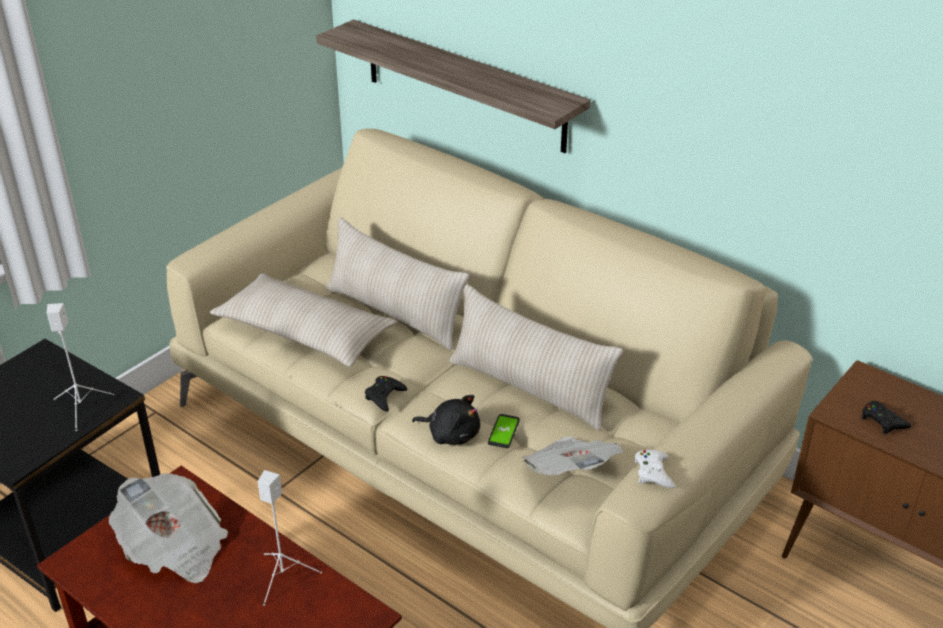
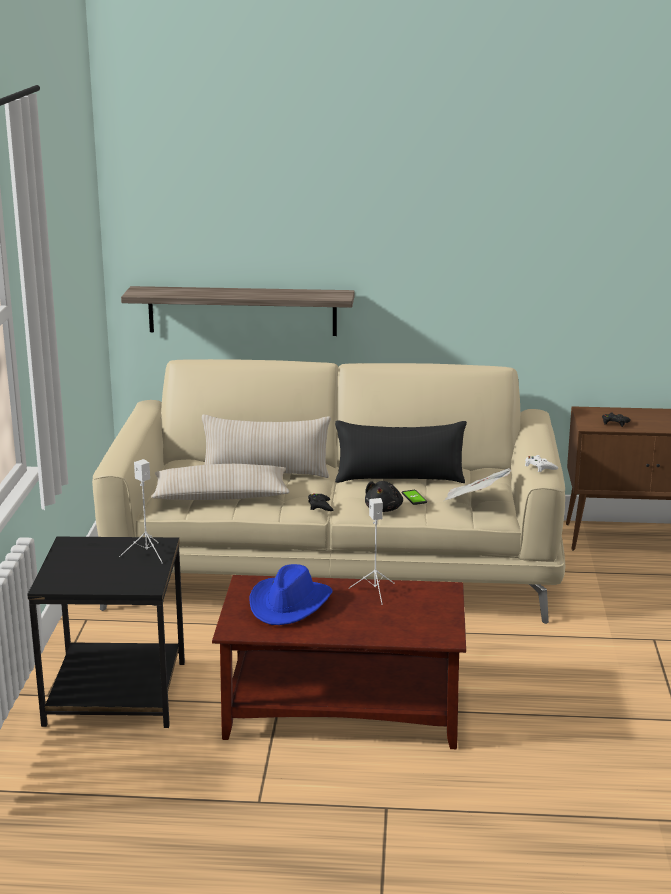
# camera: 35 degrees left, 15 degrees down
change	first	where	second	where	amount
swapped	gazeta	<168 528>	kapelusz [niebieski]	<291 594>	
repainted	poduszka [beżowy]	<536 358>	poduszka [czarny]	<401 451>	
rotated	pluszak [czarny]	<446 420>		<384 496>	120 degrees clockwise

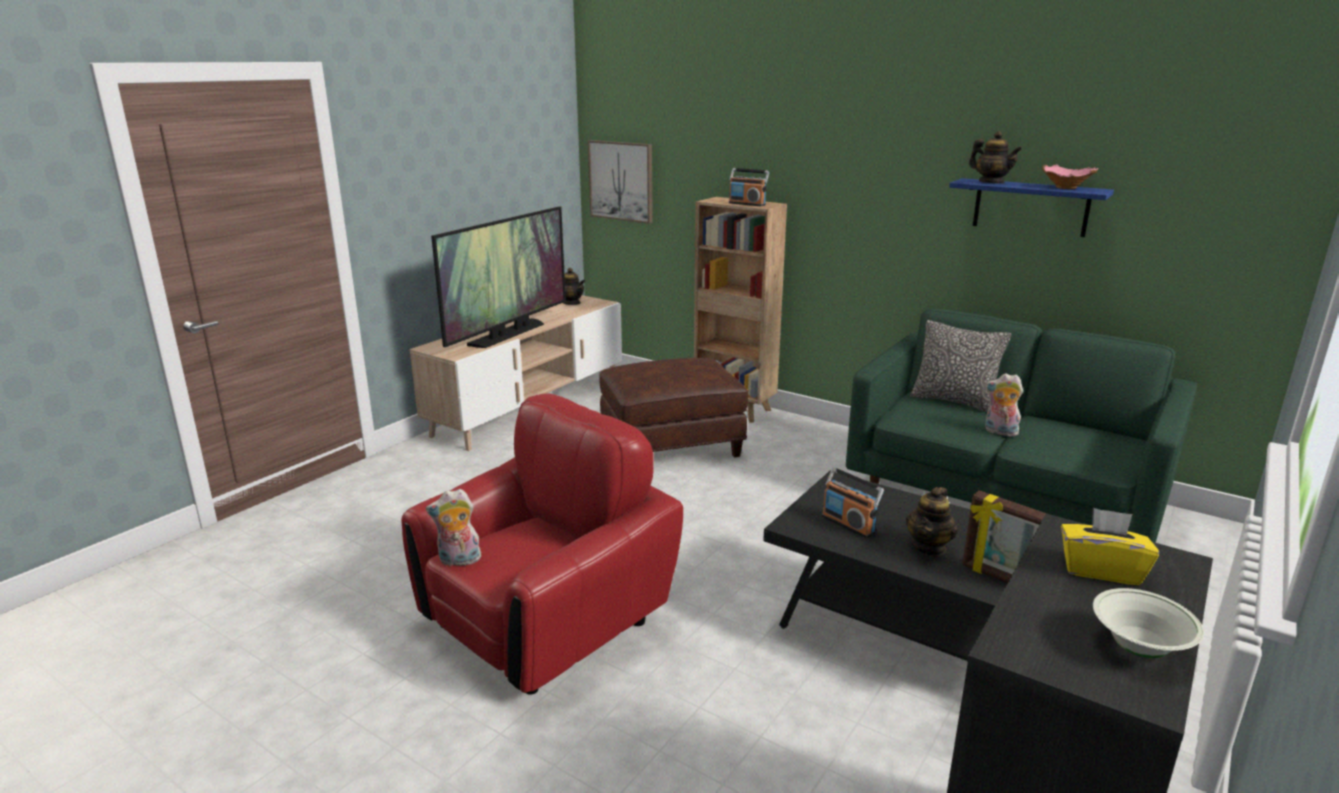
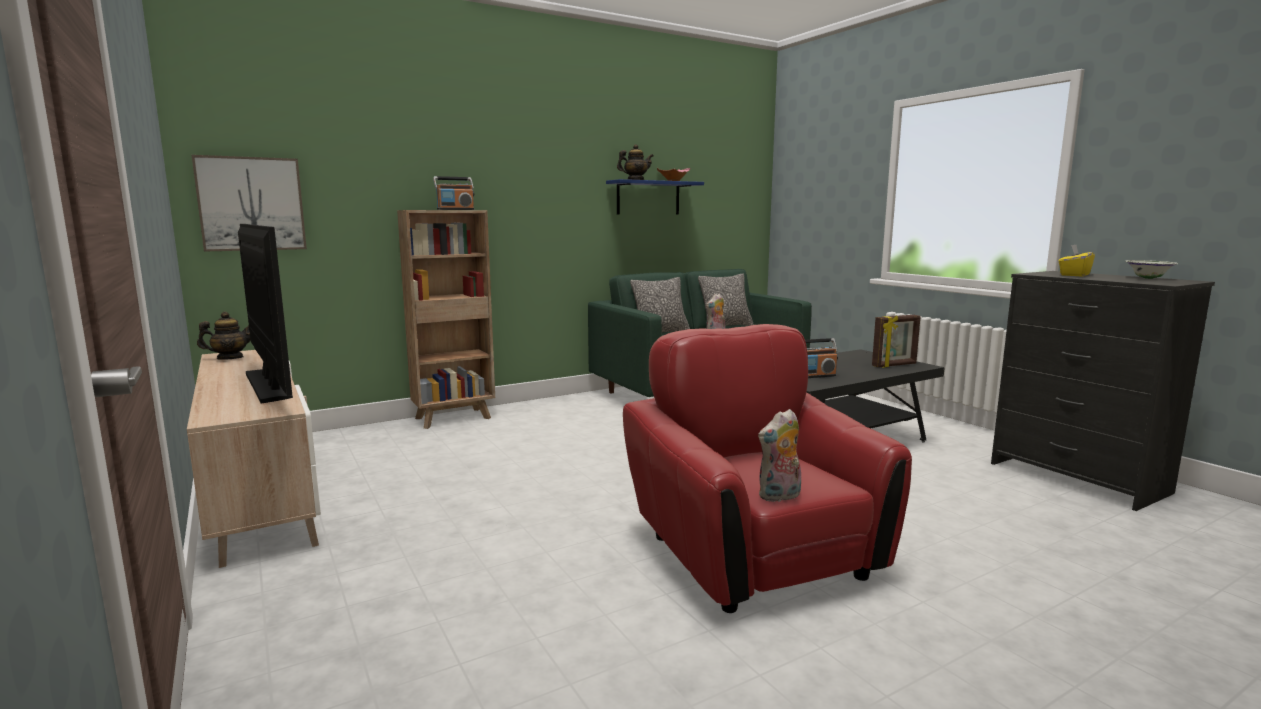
# camera: 65 degrees left, 10 degrees down
change	first	where	second	where	amount
gone	pufa [brązowy]	<673 407>			
gone	imbryk	<932 521>			
new			poduszka	<725 299>	
rotated	pluszak	<453 527>		<779 455>	45 degrees clockwise

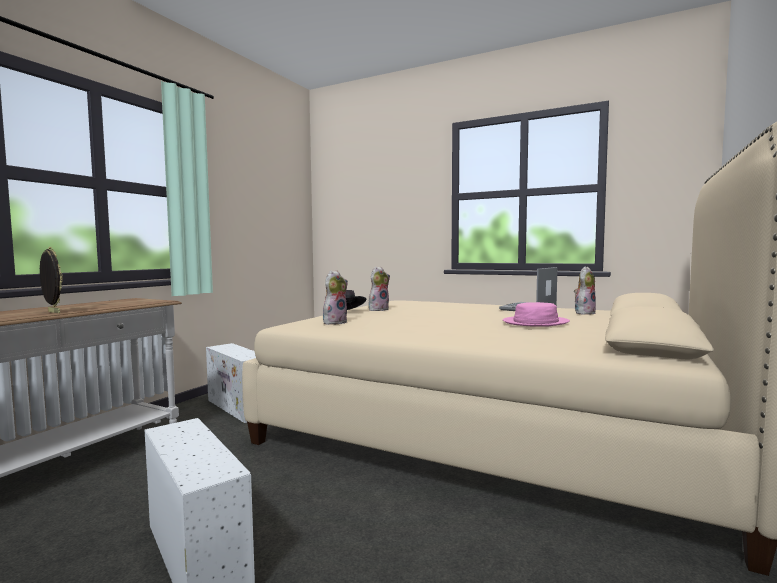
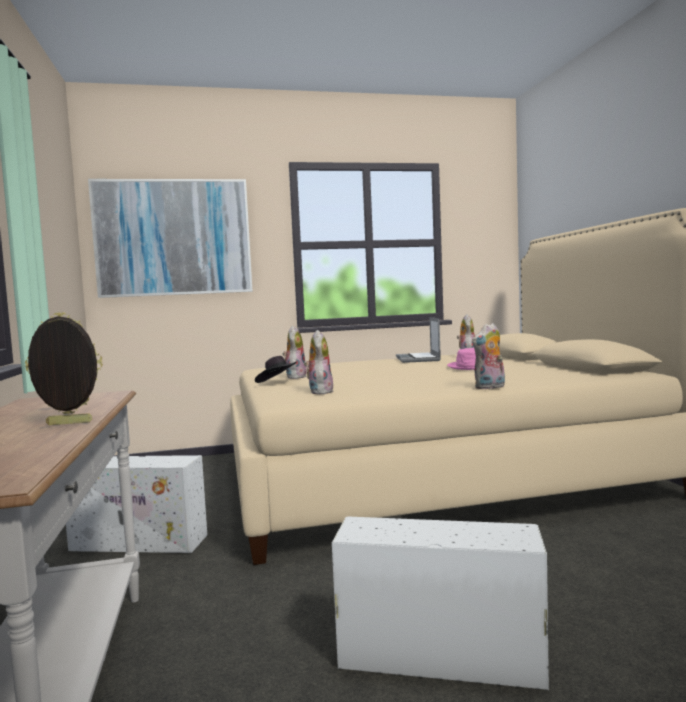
# camera: 40 degrees left, 0 degrees up
change	first	where	second	where	amount
new			obraz	<170 238>	
new			pluszak	<488 356>	

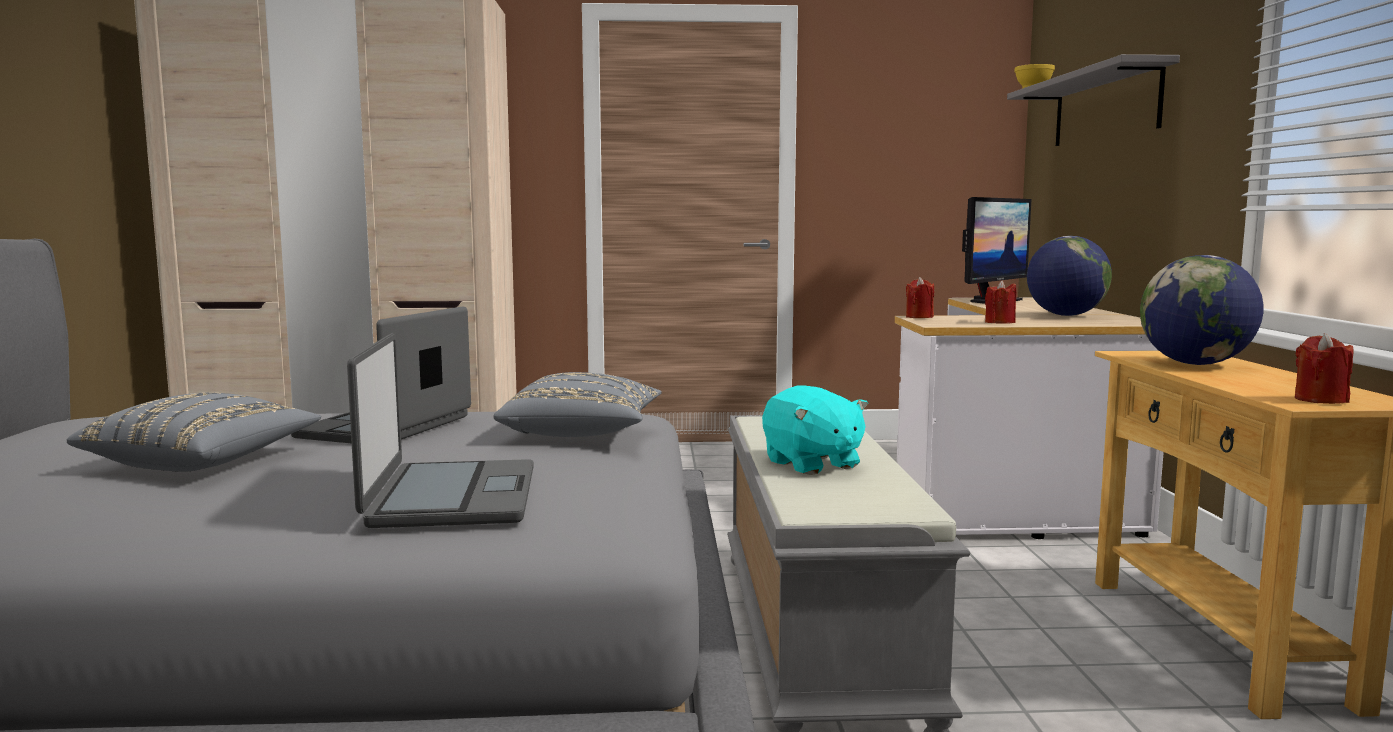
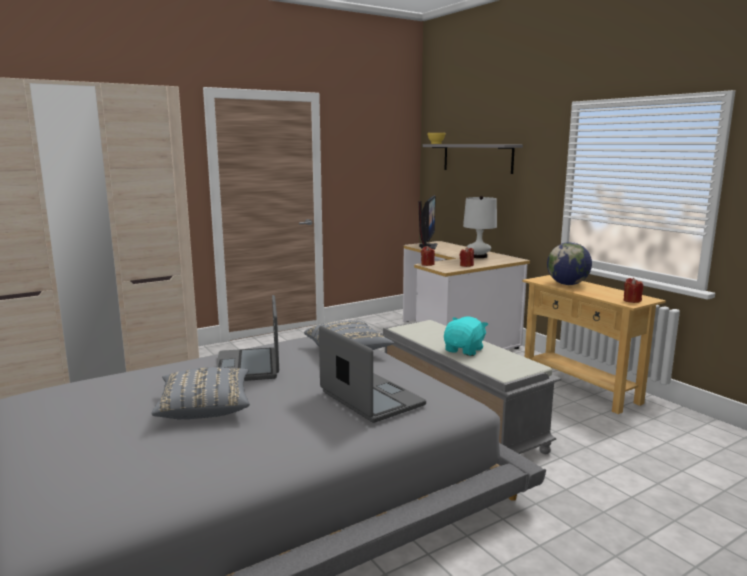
# camera: 30 degrees left, 5 degrees up
change	first	where	second	where	amount
swapped	globus	<1069 276>	lampa stołowa [biały]	<480 227>	
rotated	pluszak [turkusowy]	<815 430>		<466 336>	90 degrees counterclockwise

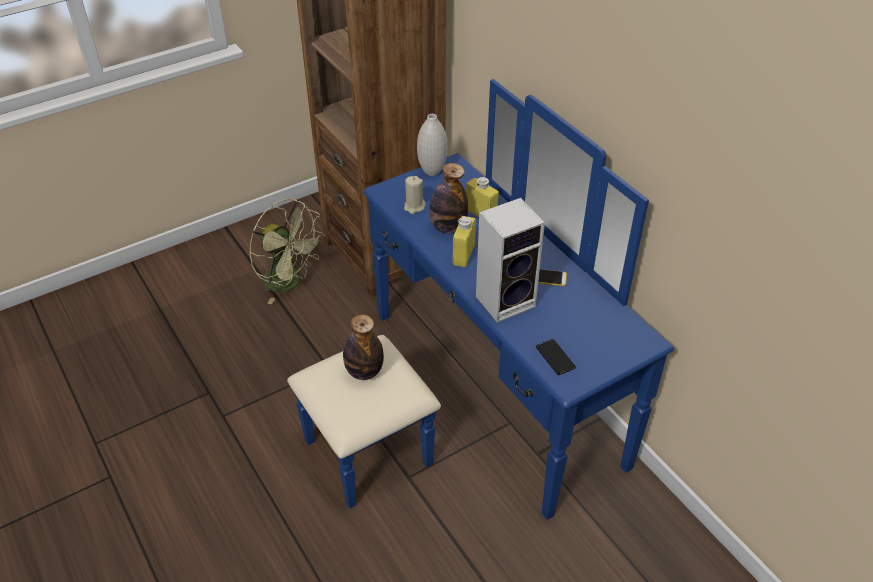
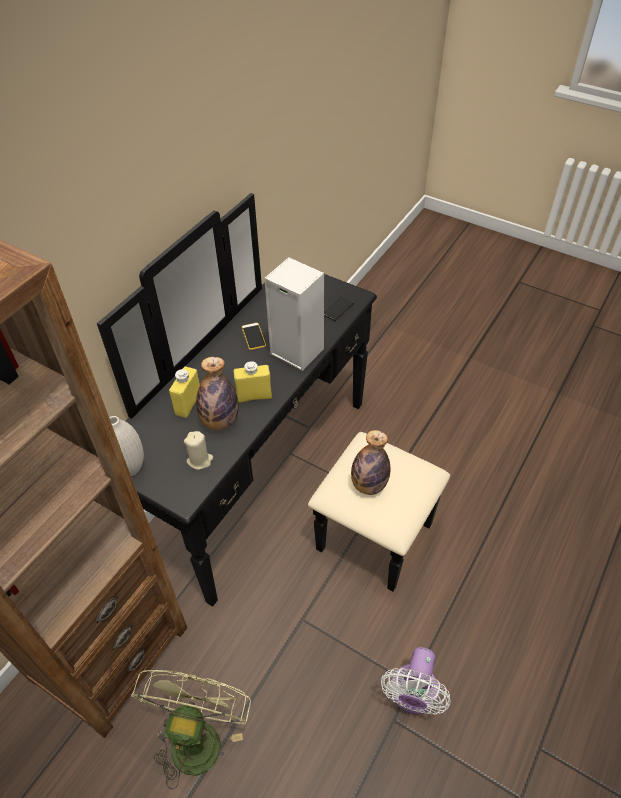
# camera: 115 degrees left, 5 degrees up
change	first	where	second	where	amount
new			wentylator [biały]	<416 680>	
repainted	komoda [niebieski]	<480 299>	komoda [czarny]	<273 400>	

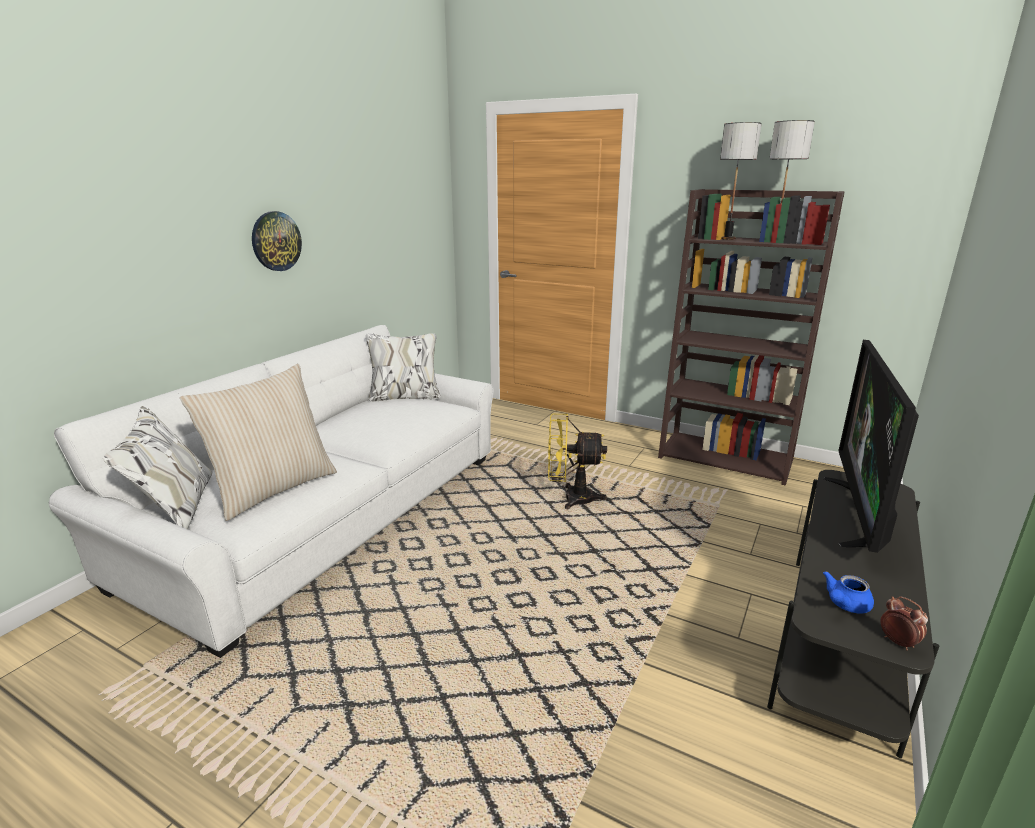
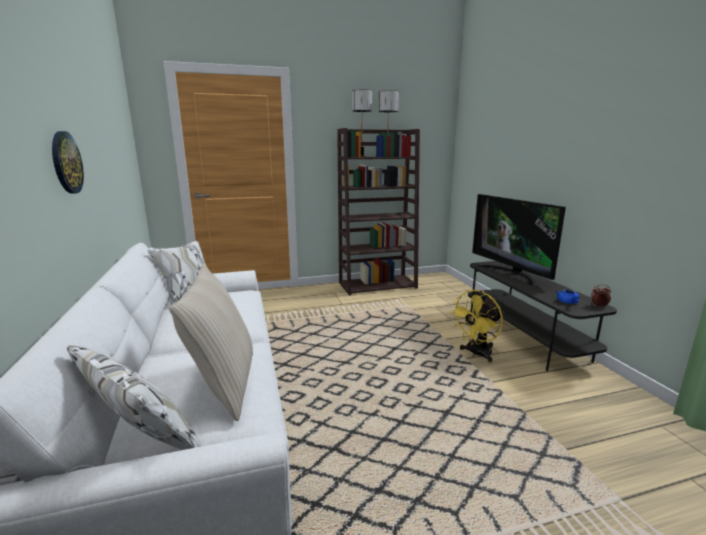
# camera: 45 degrees left, 5 degrees down
change	first	where	second	where	amount
shifted	wentylator [żółty]	<577 461>		<476 326>	

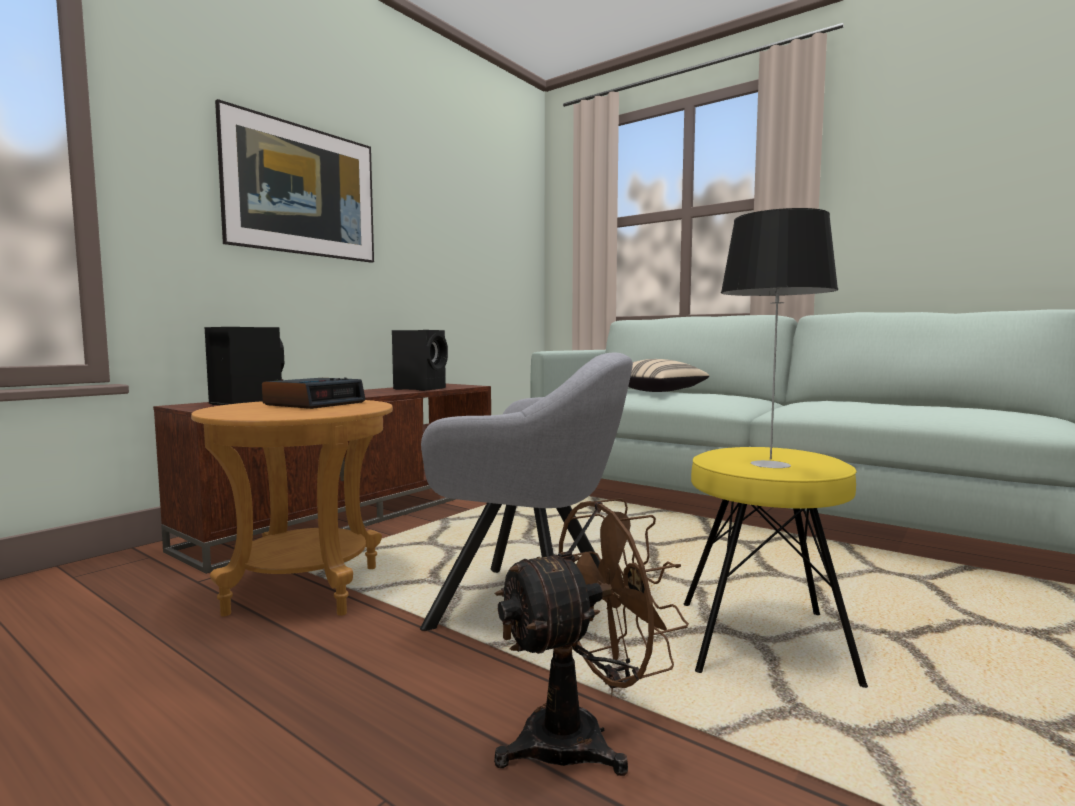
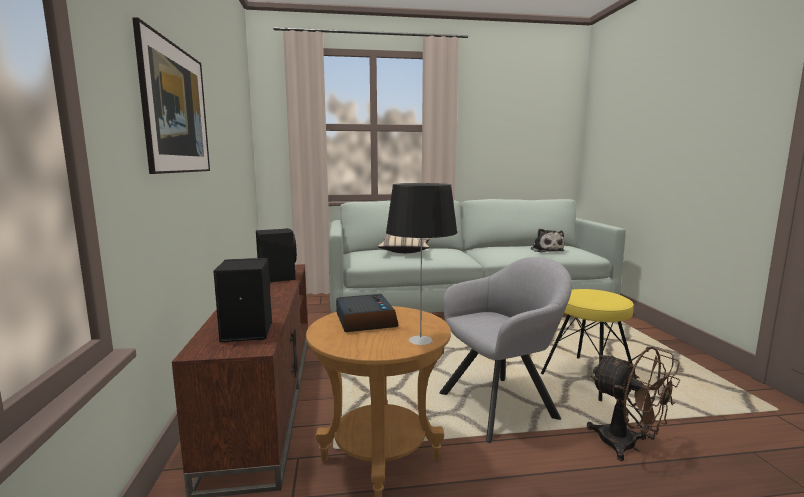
# camera: 45 degrees left, 5 degrees up
change	first	where	second	where	amount
new			pluszak	<547 241>	
shifted	lampa stołowa	<779 338>		<421 264>	
rotated	wentylator [brązowy]	<591 637>		<633 404>	120 degrees clockwise

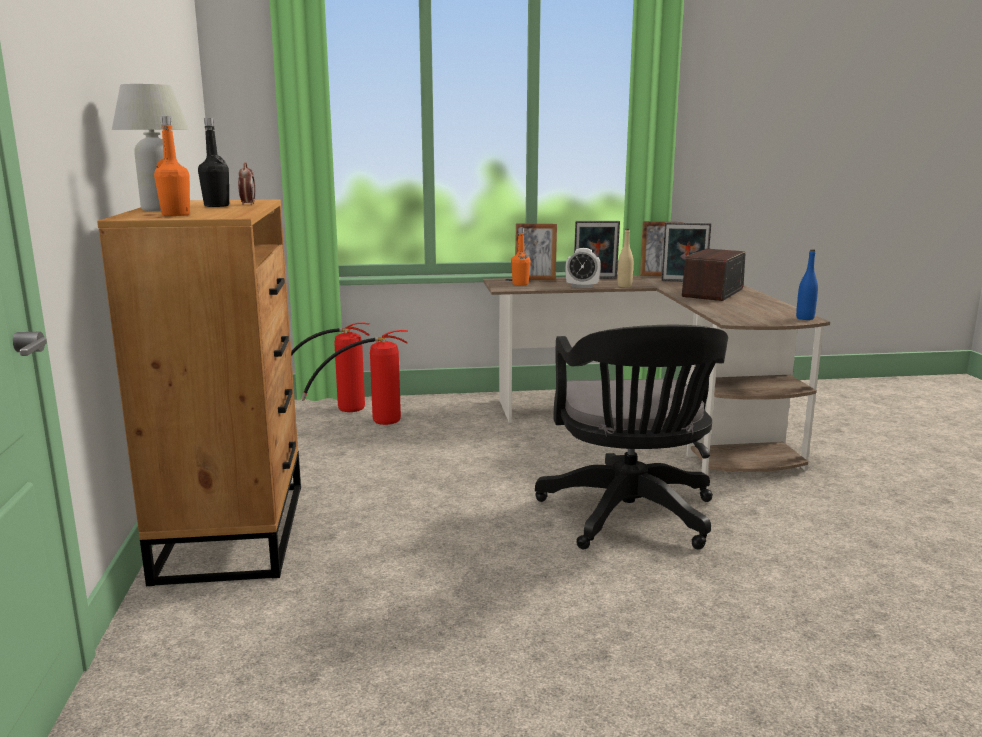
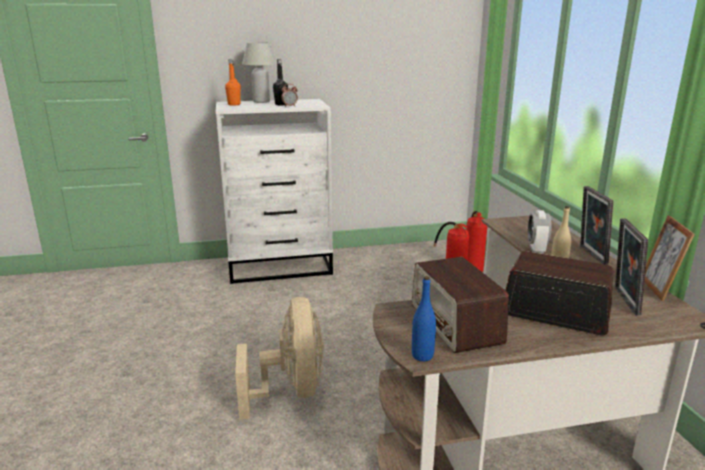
# camera: 85 degrees right, 5 degrees up
change	first	where	second	where	amount
gone	butelka [pomarańczowy]	<521 256>			
gone	ramka na zdjęcie	<536 252>			
new			radio	<460 305>	
swapped	krzesło biurowe [czarny]	<631 437>	wentylator [beżowy]	<279 358>	
repainted	komoda [brązowy]	<199 392>	komoda [biały]	<274 191>	

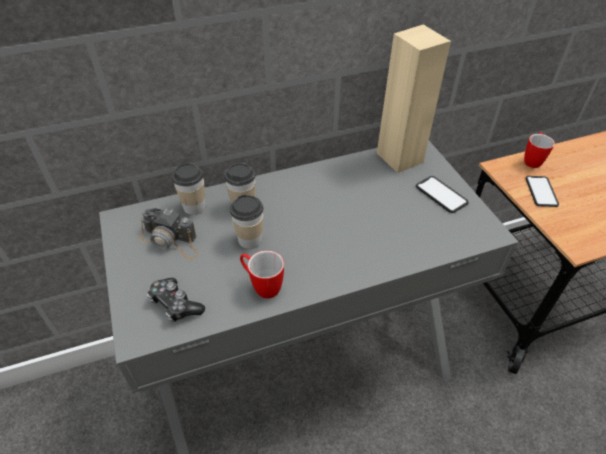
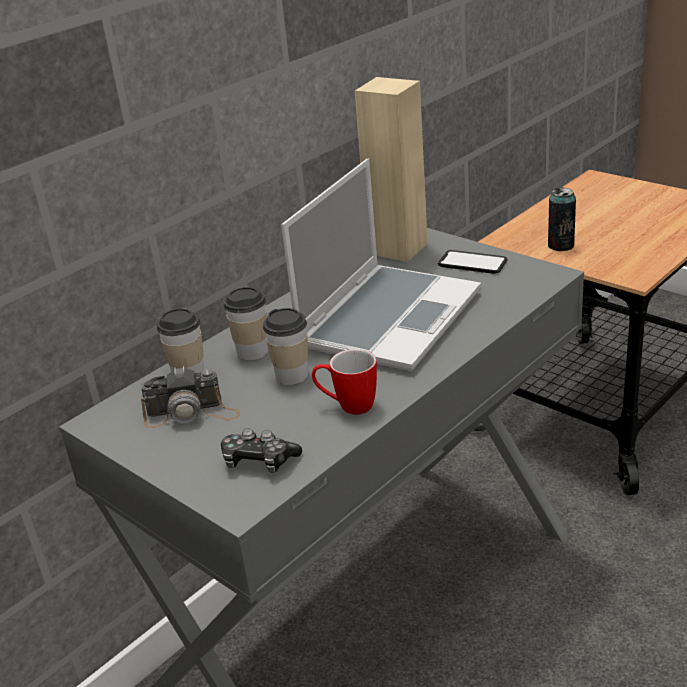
# camera: 25 degrees left, 15 degrees down
change	first	where	second	where	amount
gone	kubek	<539 150>			
new			laptop	<381 265>	
swapped	telefon	<542 191>	puszka	<562 219>	

